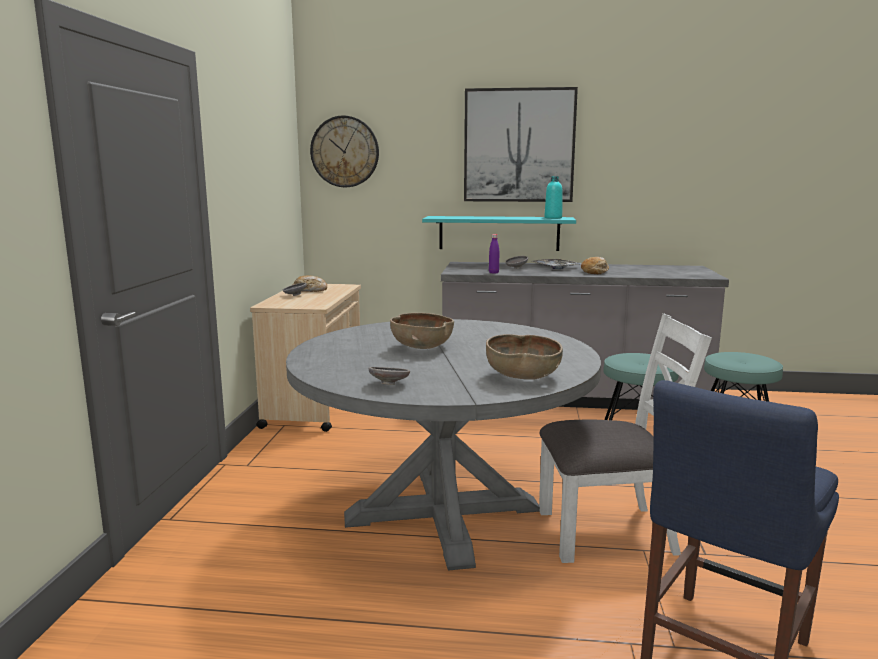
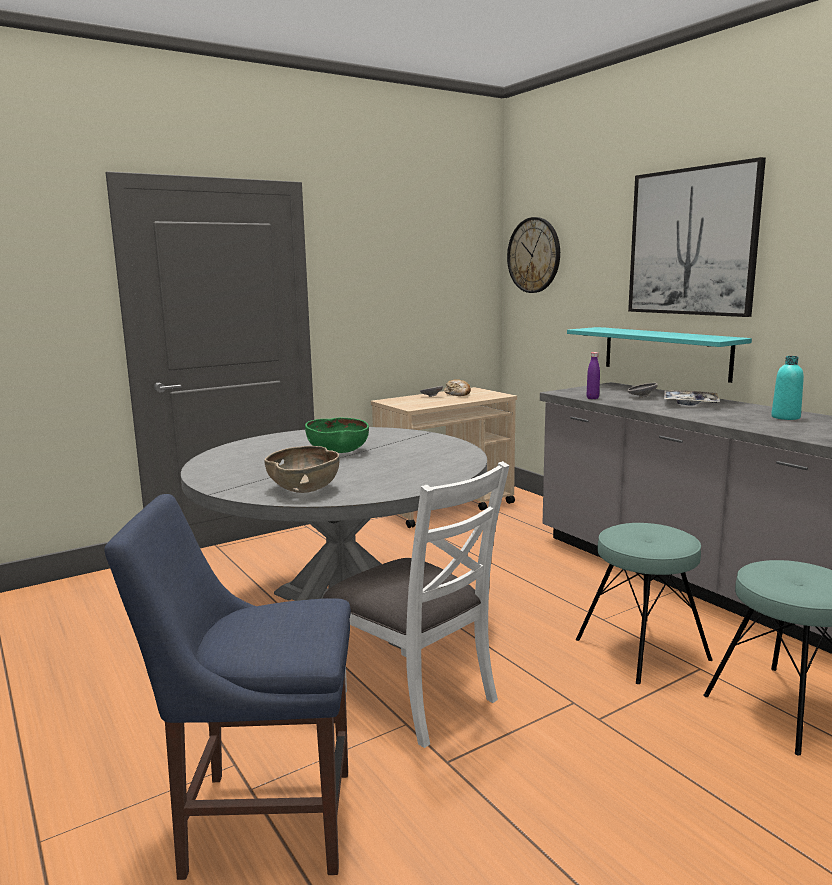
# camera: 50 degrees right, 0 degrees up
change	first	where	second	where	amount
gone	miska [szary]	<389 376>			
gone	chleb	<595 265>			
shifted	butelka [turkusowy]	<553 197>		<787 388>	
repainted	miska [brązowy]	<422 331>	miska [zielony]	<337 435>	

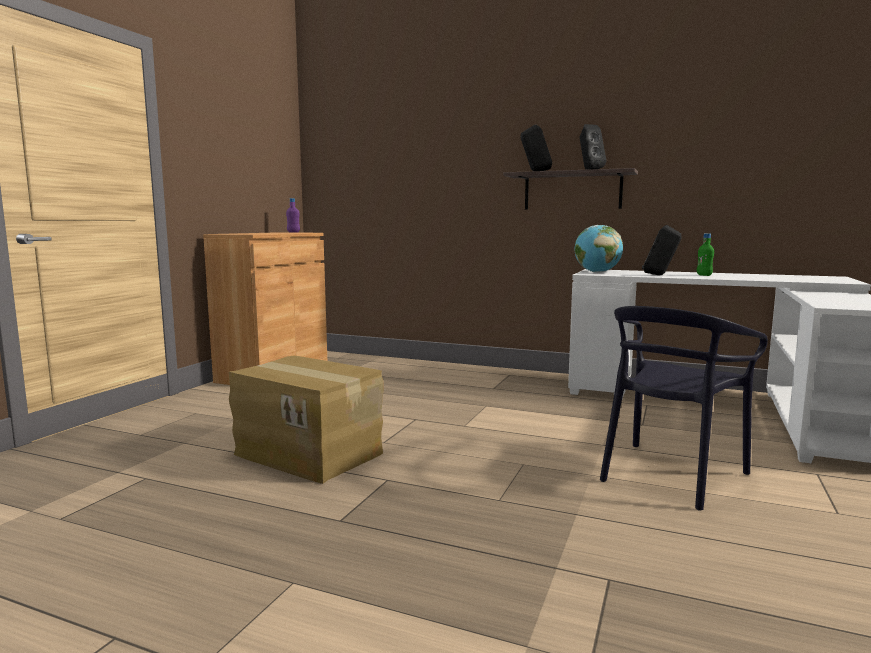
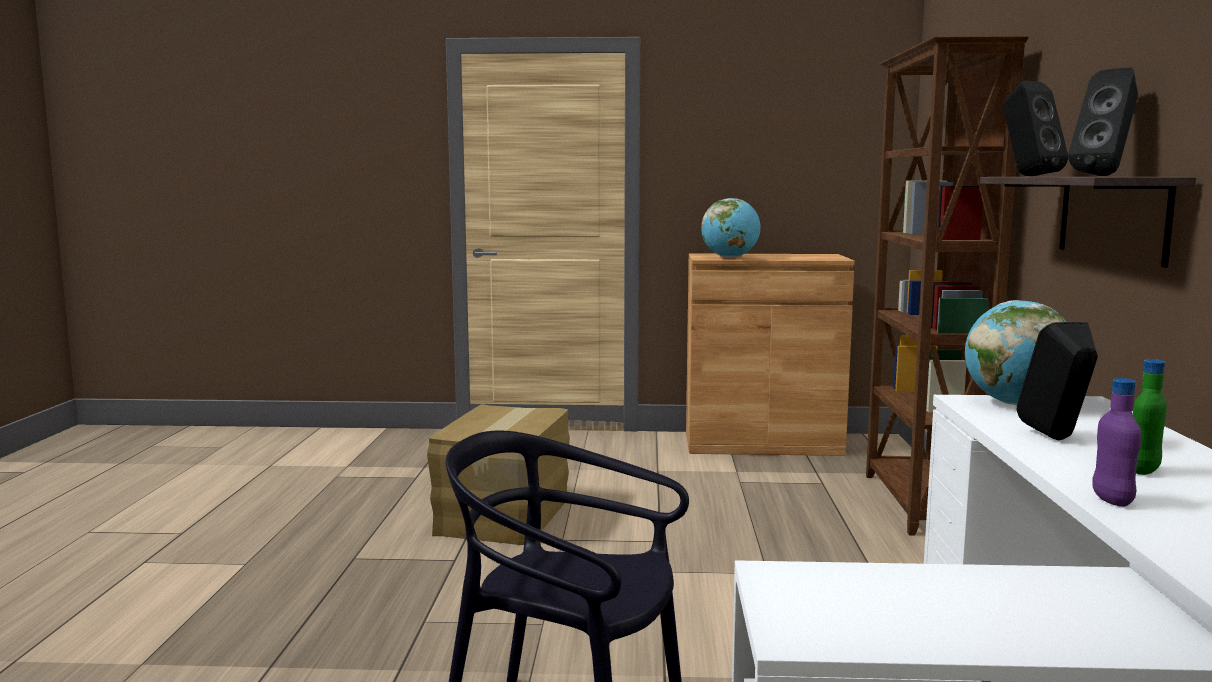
# camera: 70 degrees right, 0 degrees up
change	first	where	second	where	amount
new			globus	<731 228>	
new			regał [brązowy]	<947 286>	
shifted	butelka [fioletowy]	<293 215>		<1117 442>	

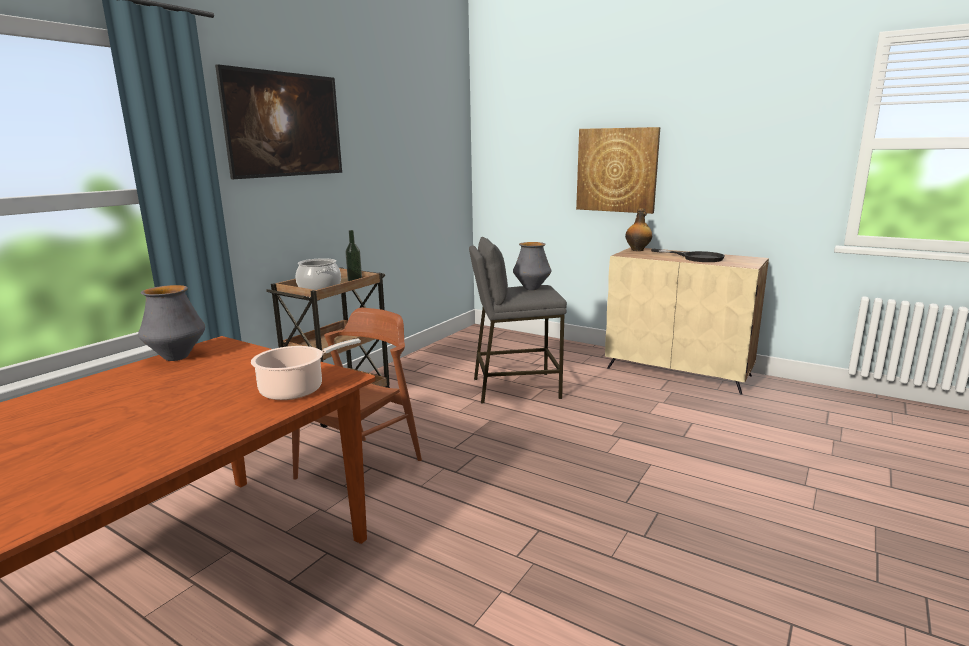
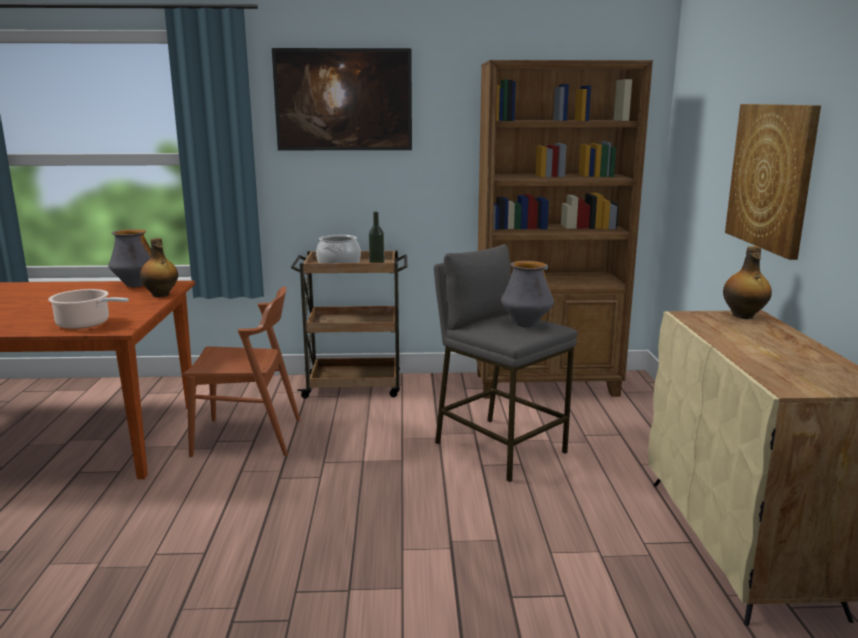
# camera: 55 degrees right, 0 degrees up
change	first	where	second	where	amount
gone	patelnia [czarny]	<688 255>			
new			butelka	<159 267>	
new			regał [brązowy]	<564 229>	

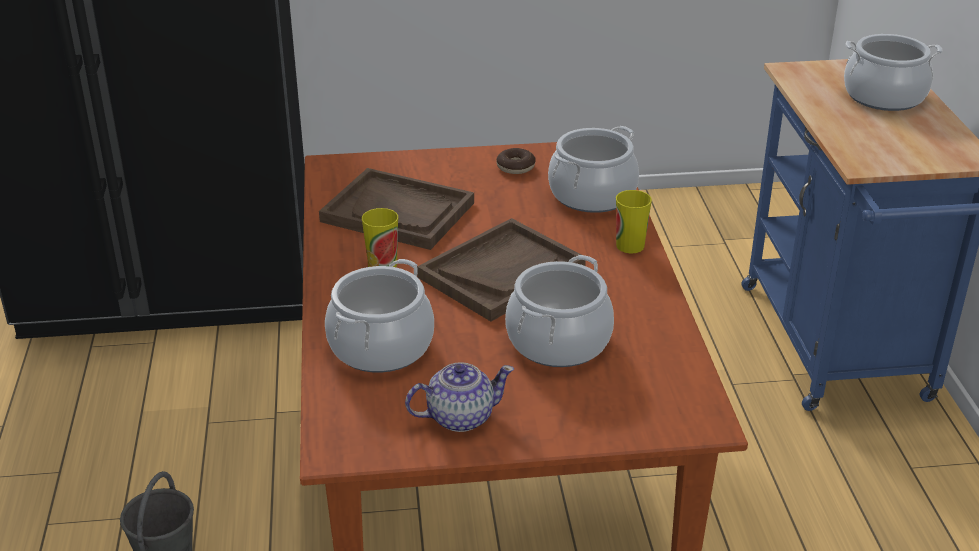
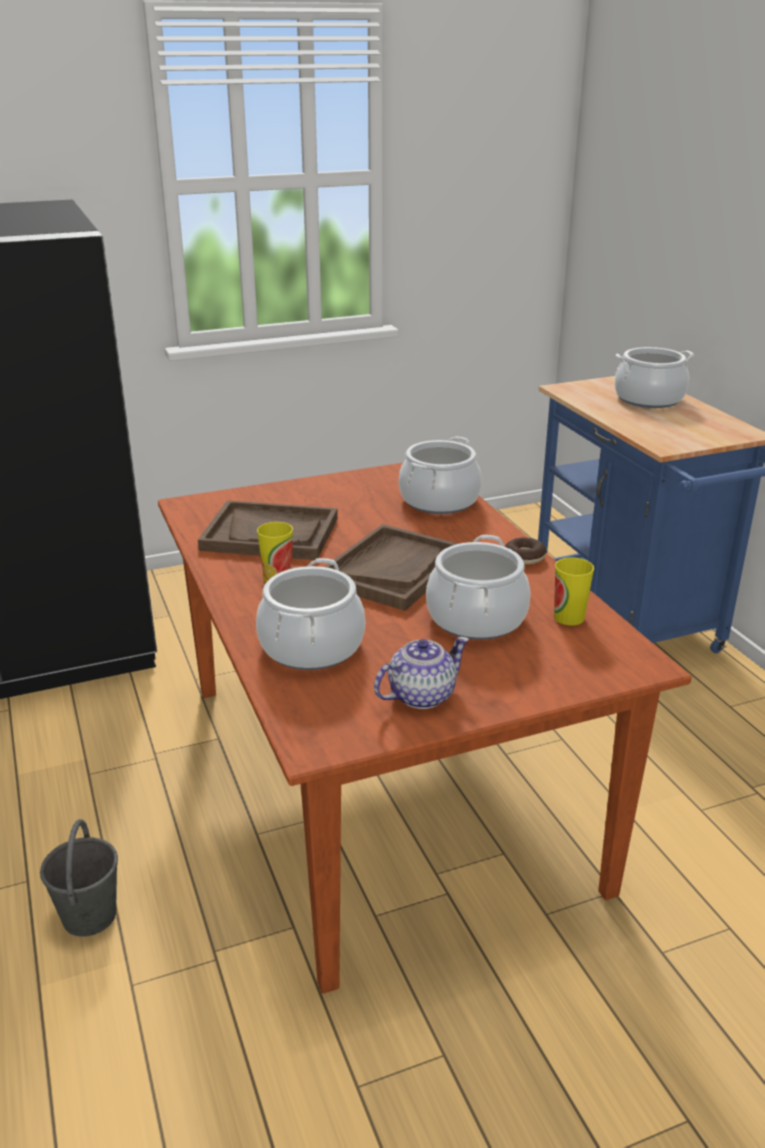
# camera: 15 degrees left, 5 degrees down
change	first	where	second	where	amount
shifted	donut	<516 161>		<526 551>	
shifted	filiżanka	<634 221>		<574 591>	

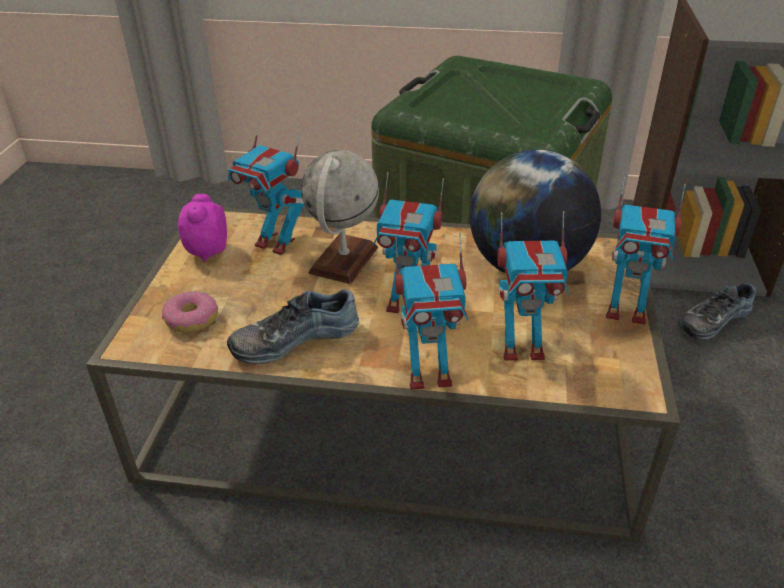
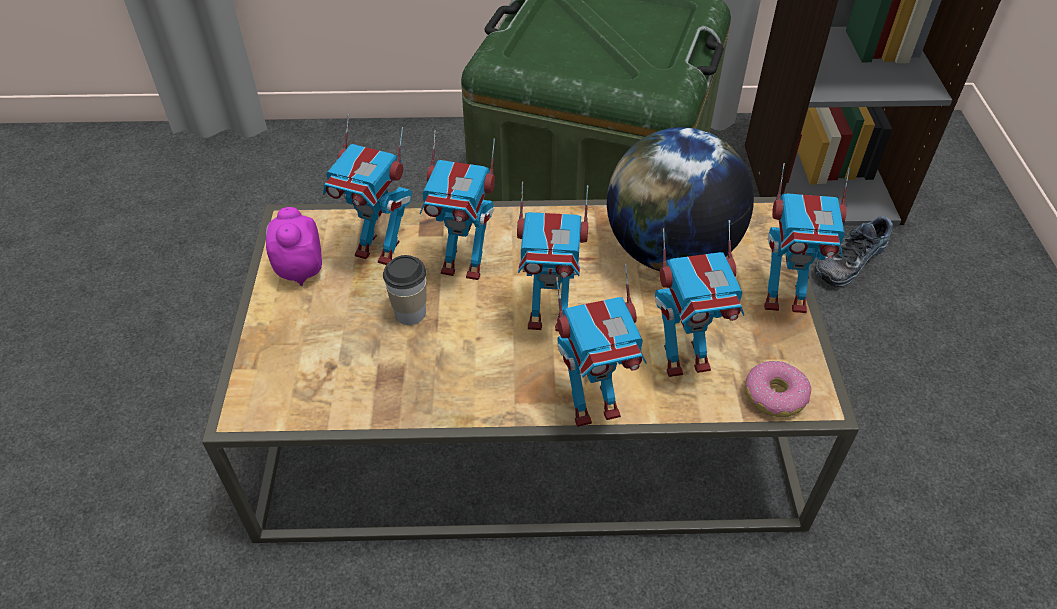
# camera: 10 degrees left, 10 degrees up
change	first	where	second	where	amount
gone	but	<293 326>			
new			filiżanka	<404 290>	
shifted	donut	<190 312>		<778 389>	
swapped	globus	<340 217>	robot zabawkowy	<457 205>	

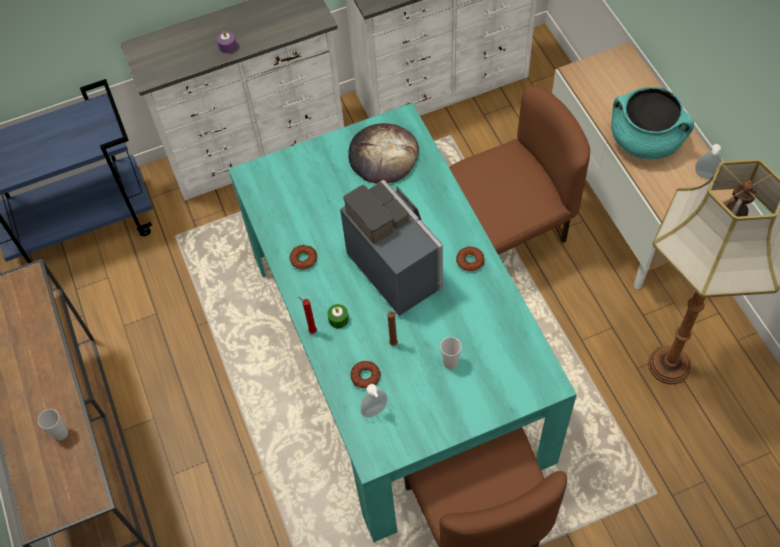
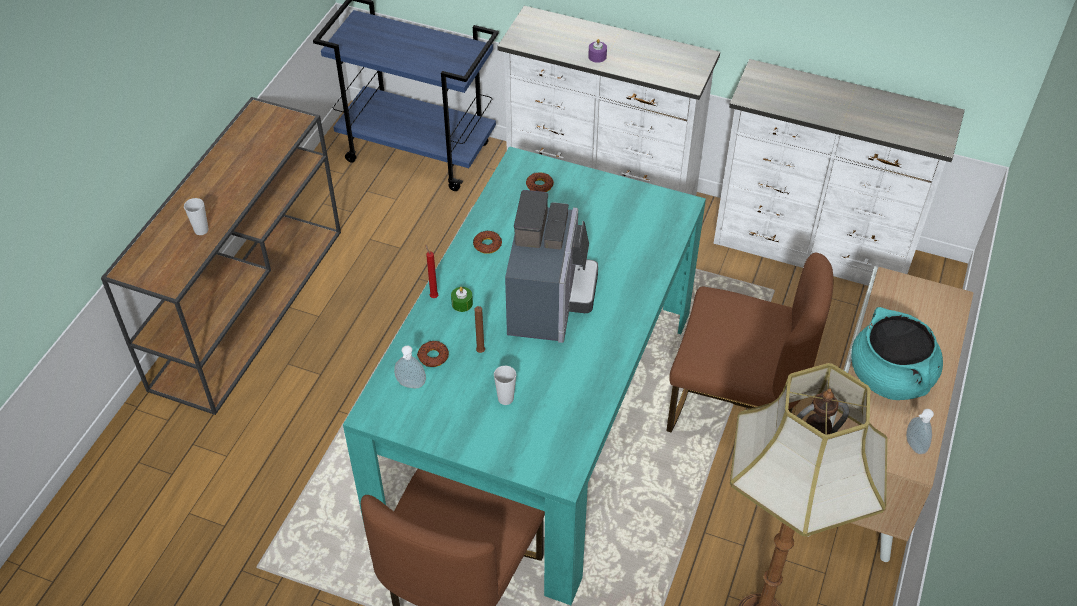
# camera: 40 degrees right, 10 degrees down
change	first	where	second	where	amount
gone	chleb	<383 153>			
shifted	donut	<470 258>		<540 182>	

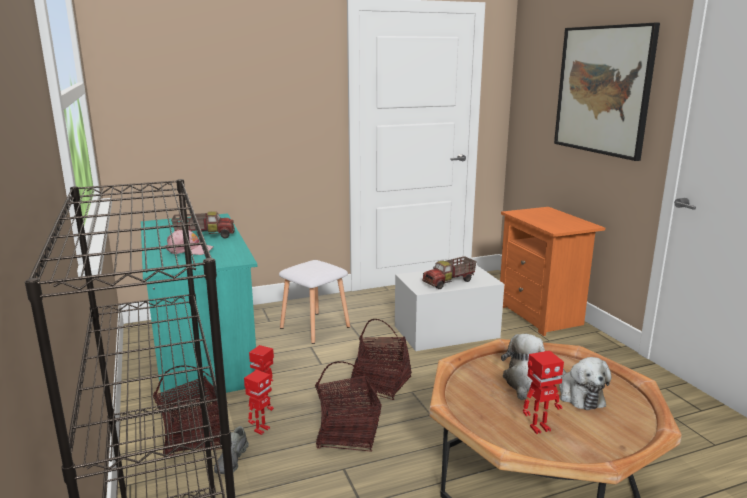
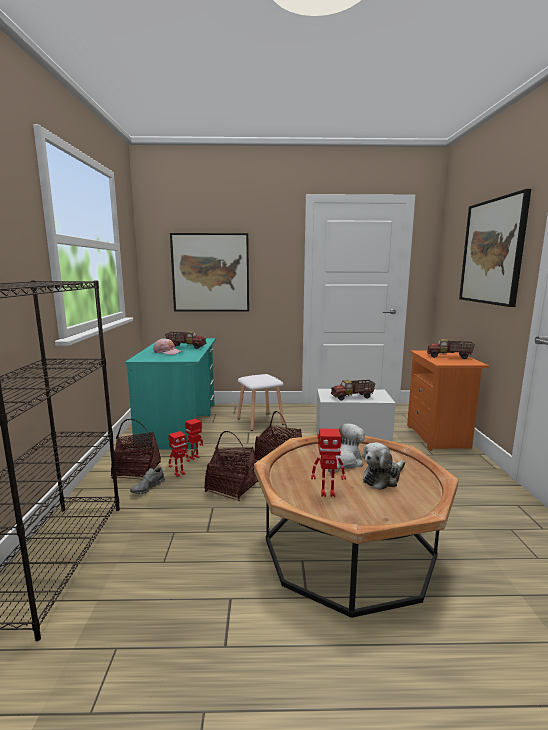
# camera: 20 degrees right, 5 degrees down
change	first	where	second	where	amount
new			obraz	<209 272>	
new			ciężarówka zabawkowa	<451 349>	
rotated	pluszak	<585 383>		<383 466>	45 degrees clockwise

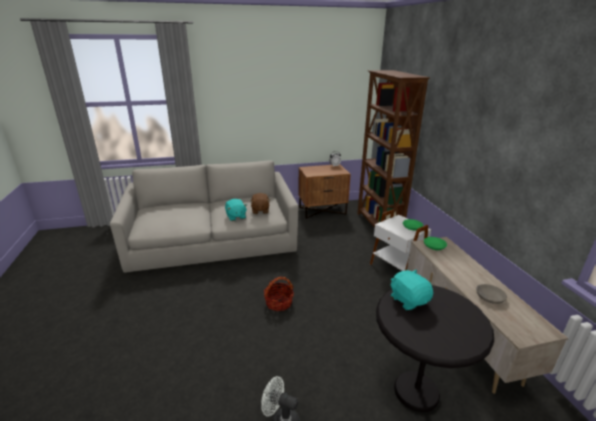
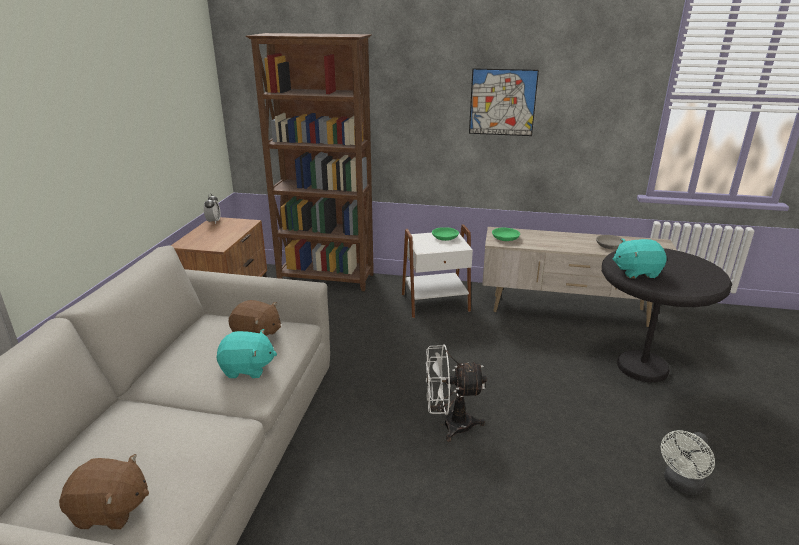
# camera: 65 degrees left, 0 degrees up
change	first	where	second	where	amount
new			pluszak [brązowy]	<104 492>	
new			obraz	<504 102>	
swapped	koszyk	<279 293>	wentylator [biały]	<456 393>	

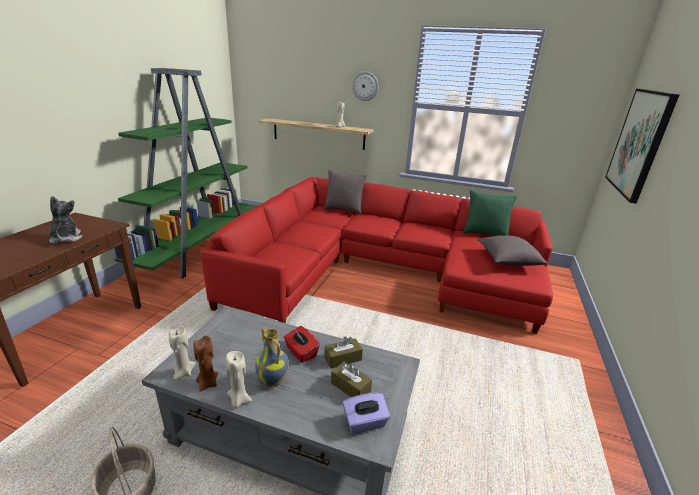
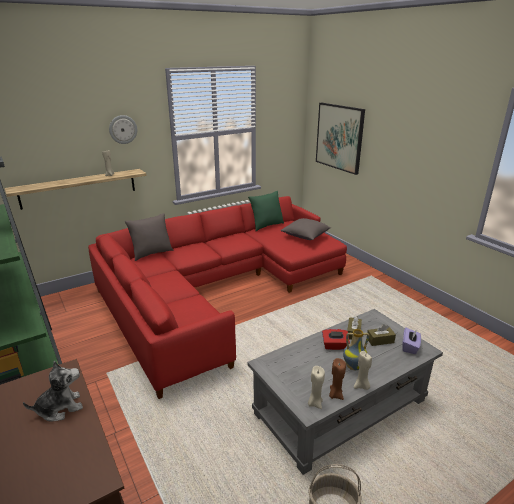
# camera: 50 degrees left, 0 degrees up
change	first	where	second	where	amount
rotated	pluszak	<65 220>		<53 391>	135 degrees clockwise

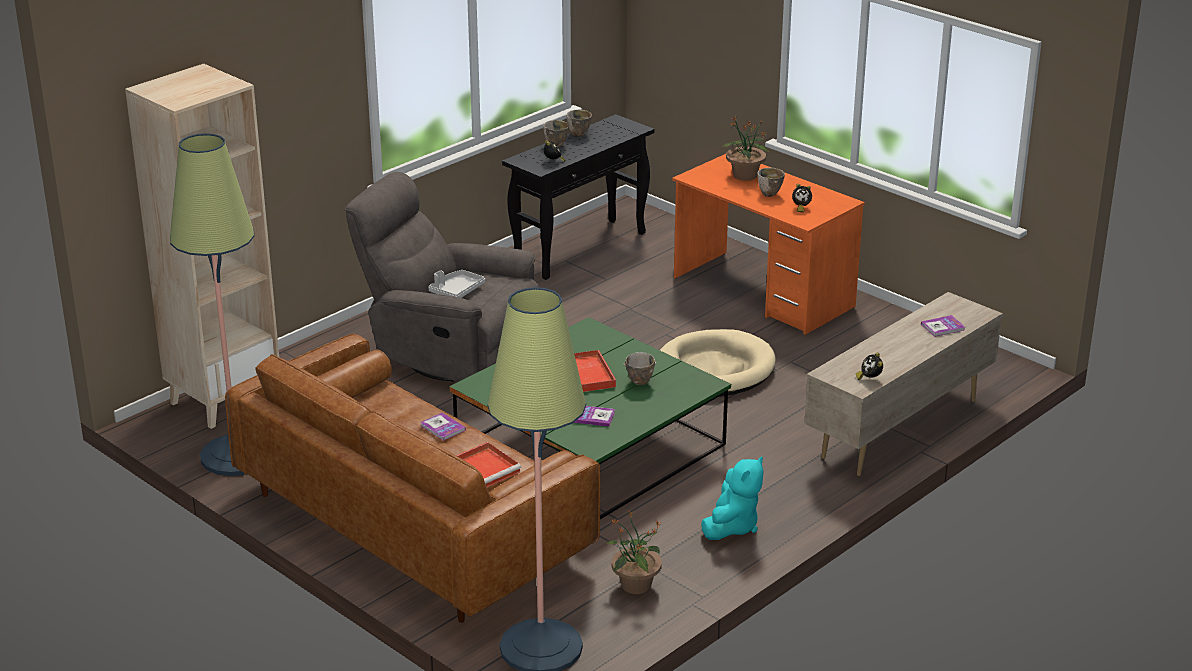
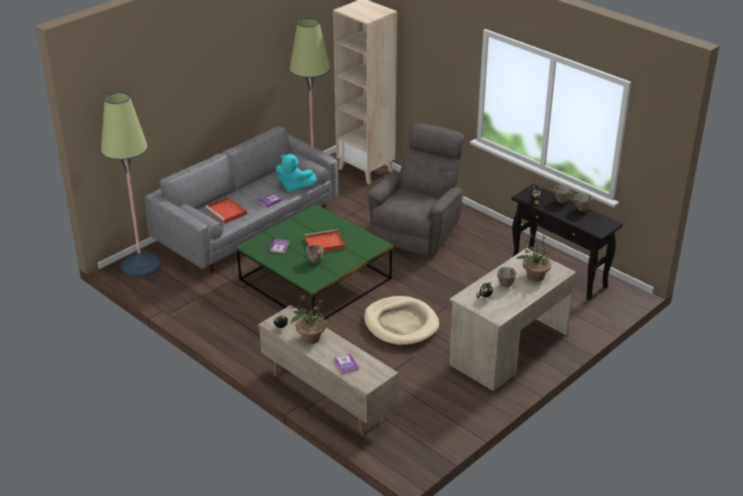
# camera: 90 degrees right, 5 degrees up
change	first	where	second	where	amount
gone	taca [szary]	<456 284>			
shifted	roślina doniczkowa	<634 552>		<309 318>	
shifted	pluszak [turkusowy]	<732 498>		<296 173>	
repainted	kanapa [brązowy]	<412 478>	kanapa [szary]	<241 200>	
repainted	biurko [pomarańczowy]	<768 244>	biurko [beżowy]	<513 319>	

